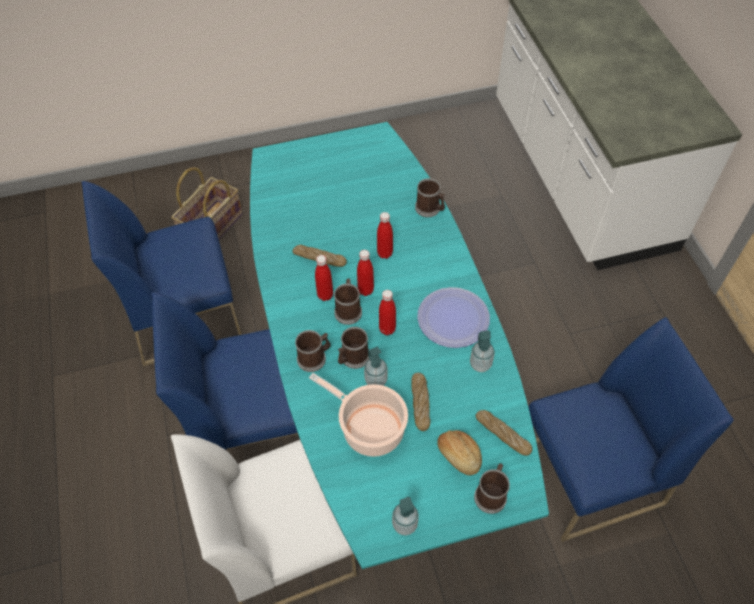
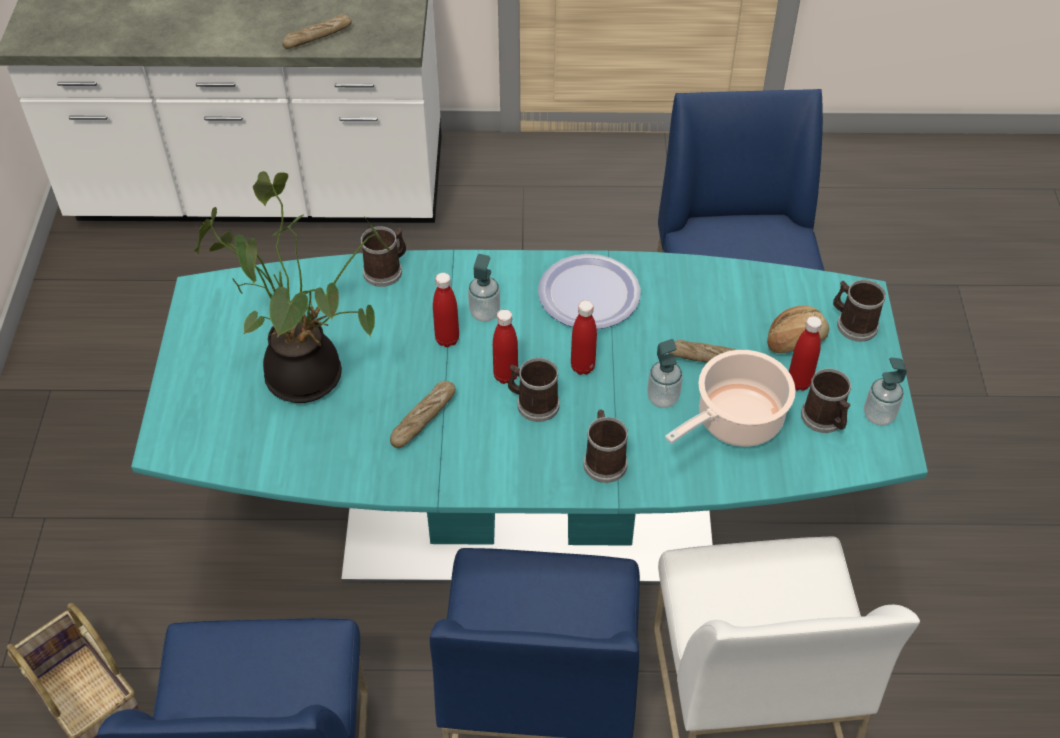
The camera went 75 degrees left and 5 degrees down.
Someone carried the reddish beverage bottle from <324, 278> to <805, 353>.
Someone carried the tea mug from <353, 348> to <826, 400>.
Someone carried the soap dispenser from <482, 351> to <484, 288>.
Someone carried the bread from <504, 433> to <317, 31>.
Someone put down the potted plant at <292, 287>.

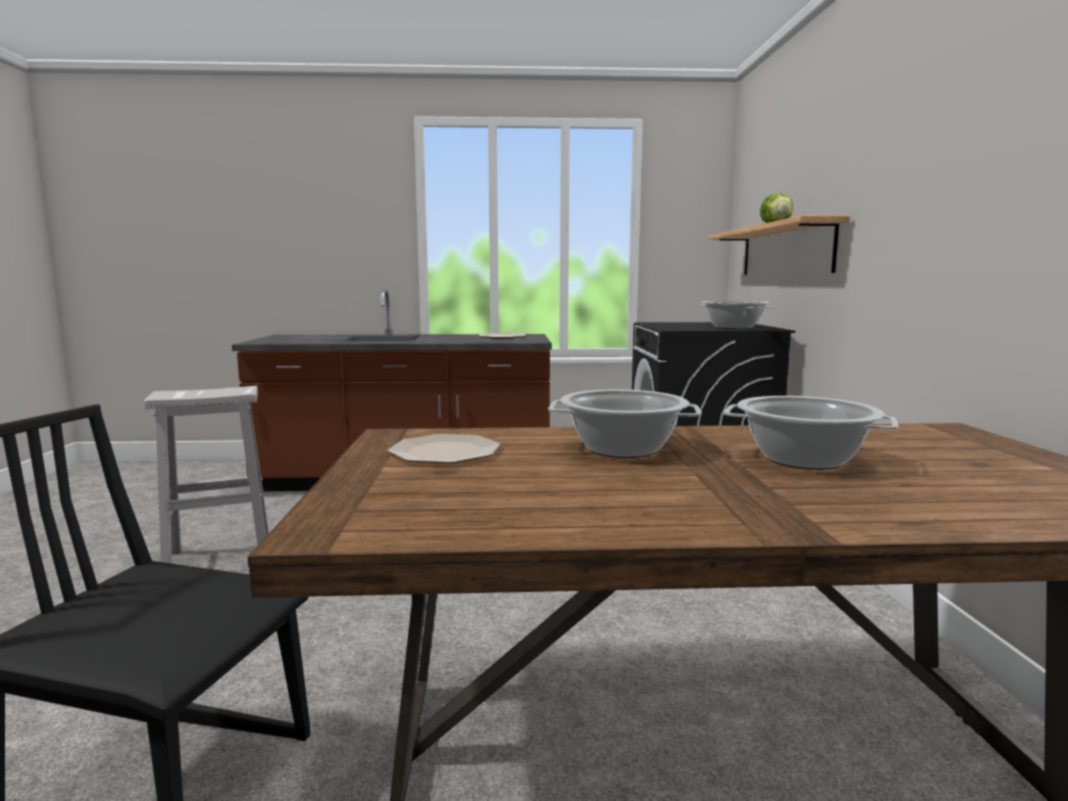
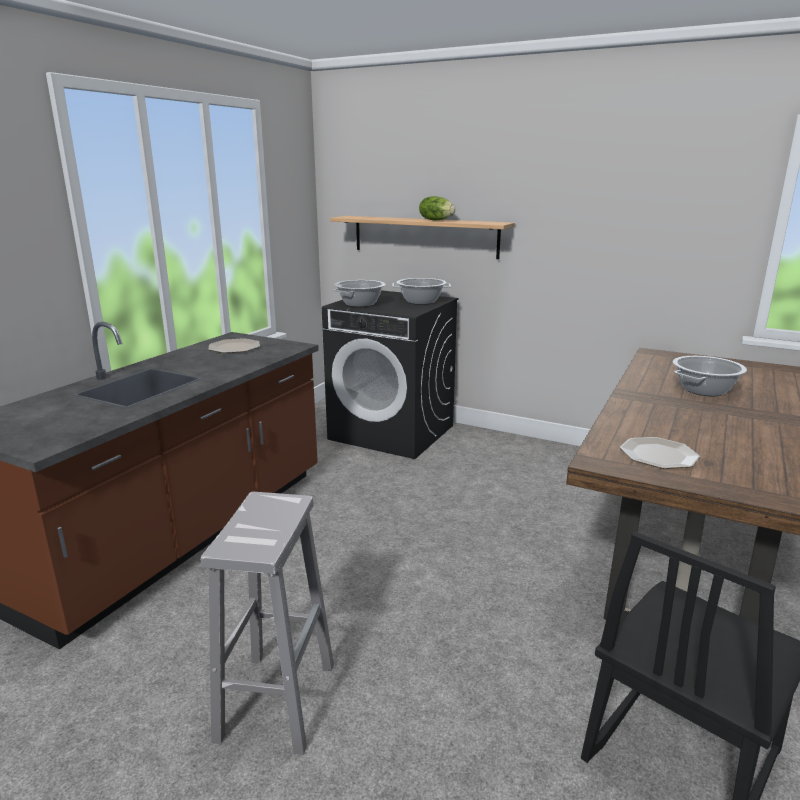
The camera went 60 degrees left and 10 degrees up.
Someone carried the stockpot from <625, 423> to <359, 293>.

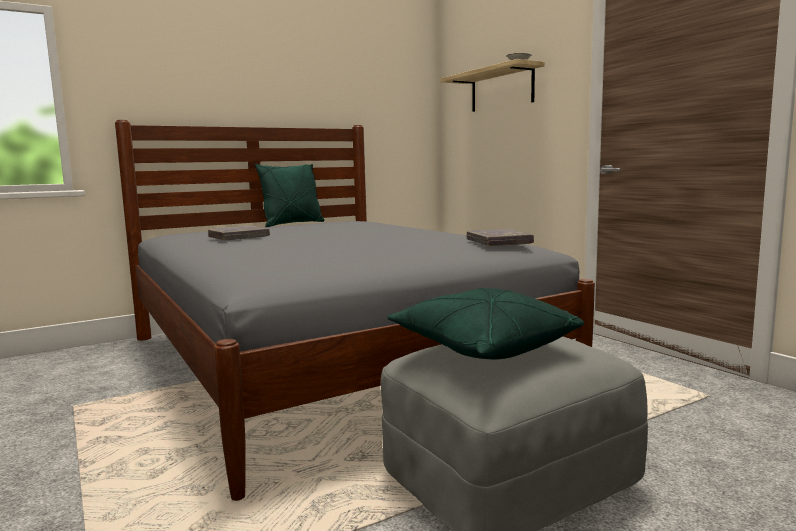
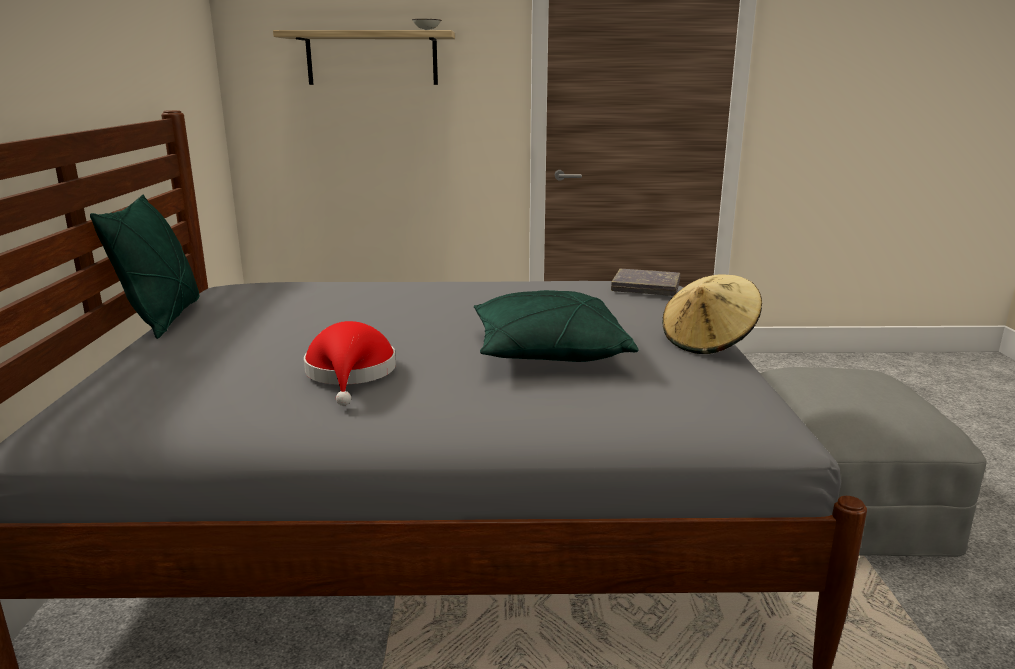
The camera went 60 degrees left and 10 degrees up.
Someone swapped the greyish book at <239, 233> for the reddish clothing hat at <350, 363>.
Someone carried the green pillow from <486, 323> to <556, 326>.
Someone put down the beige clothing hat at <712, 314>.

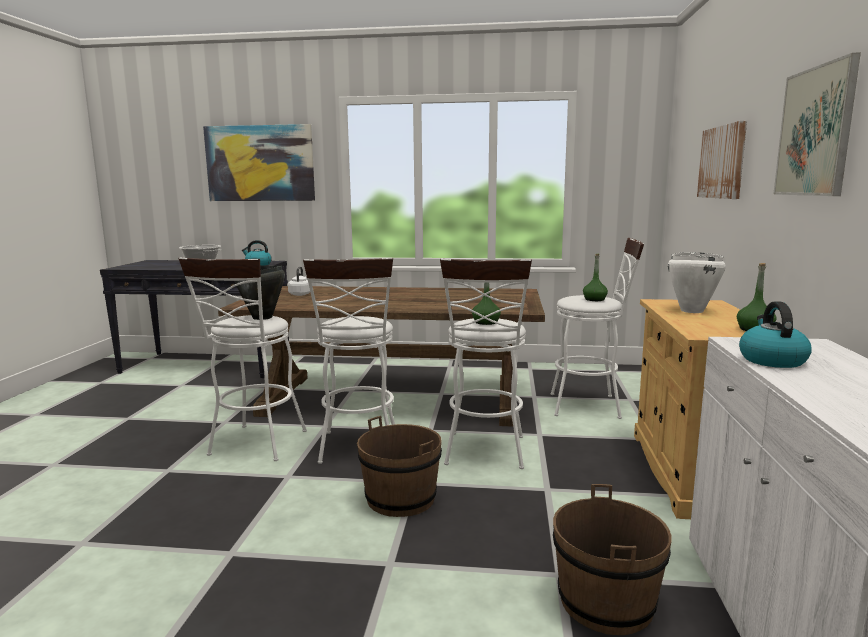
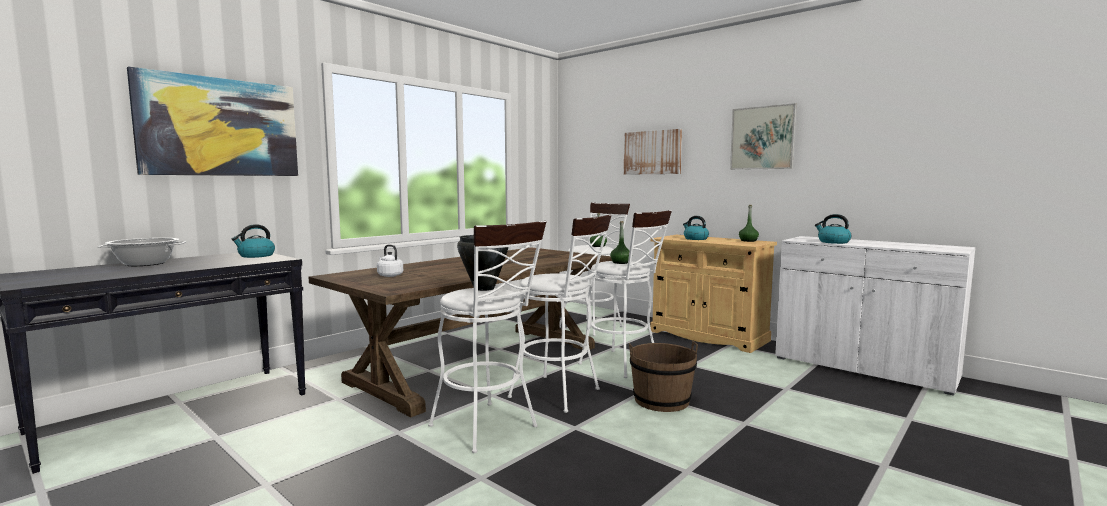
The camera went 55 degrees left and 5 degrees down.
Someone swapped the white stockpot at <697, 282> for the kettle at <696, 228>.
Someone took away the brown-coloured bucket at <612, 559>.

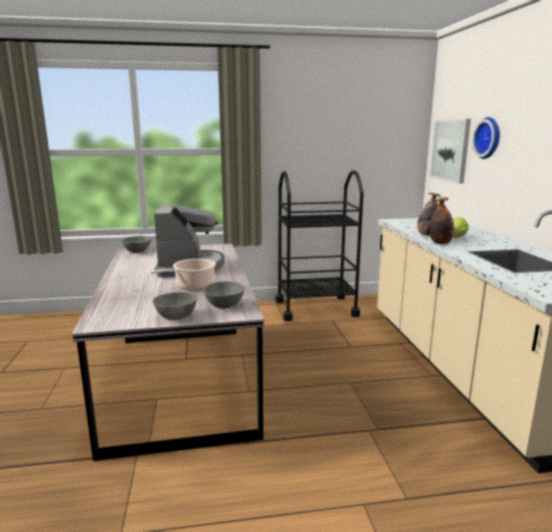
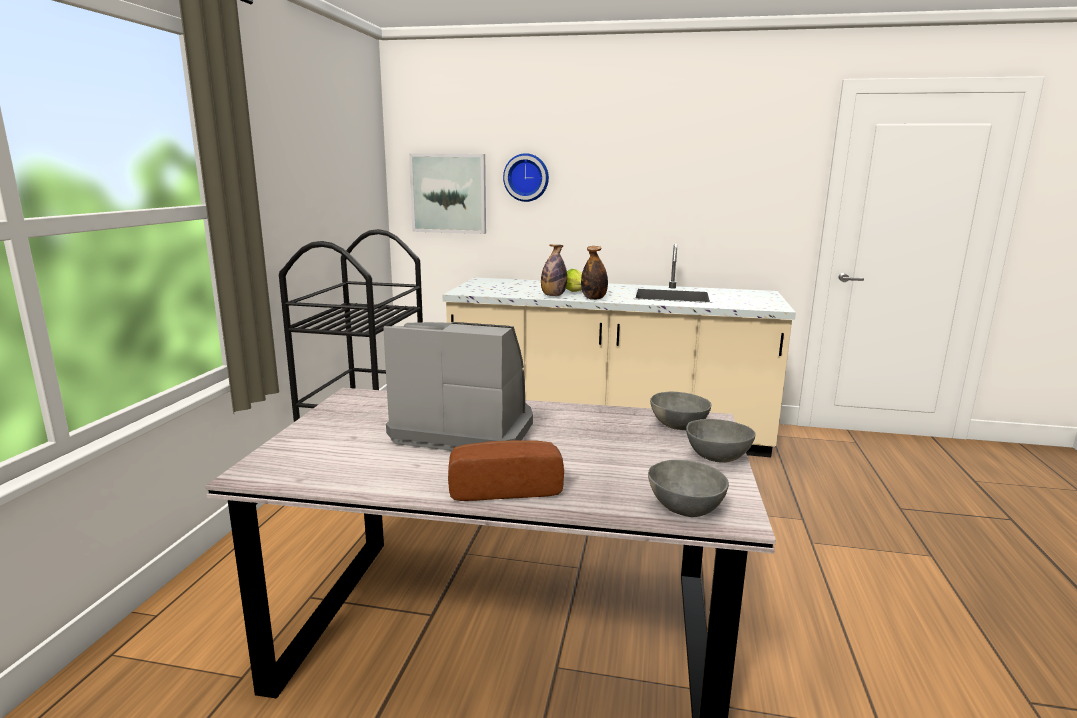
The camera went 70 degrees left and 0 degrees up.
Someone carried the greyish deep dish from <136, 244> to <688, 488>.
Someone took away the stockpot at <183, 275>.
Someone put down the bread at <506, 470>.

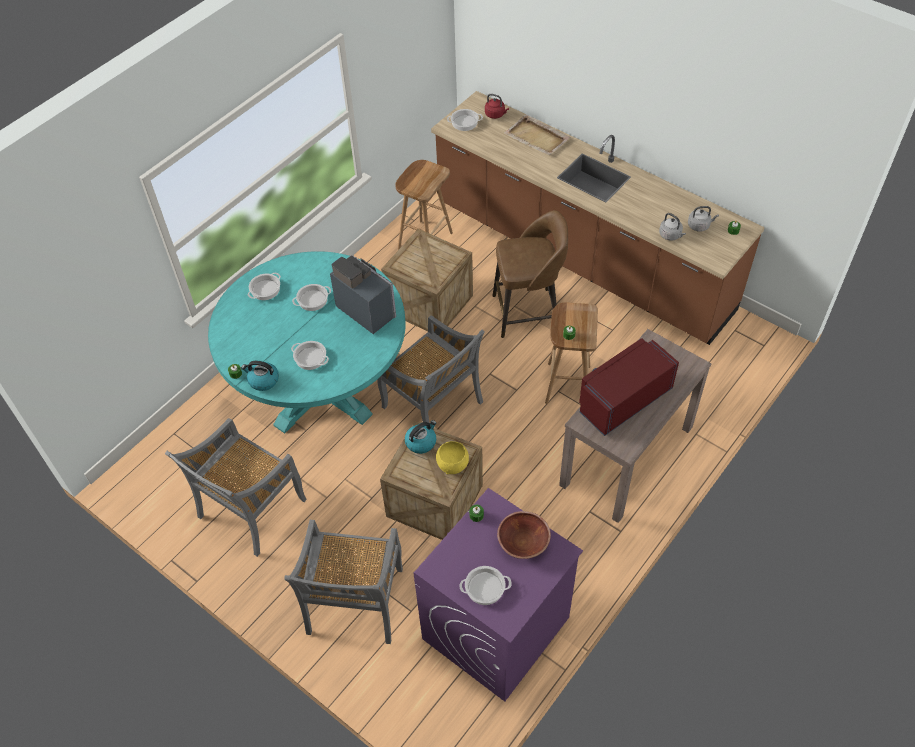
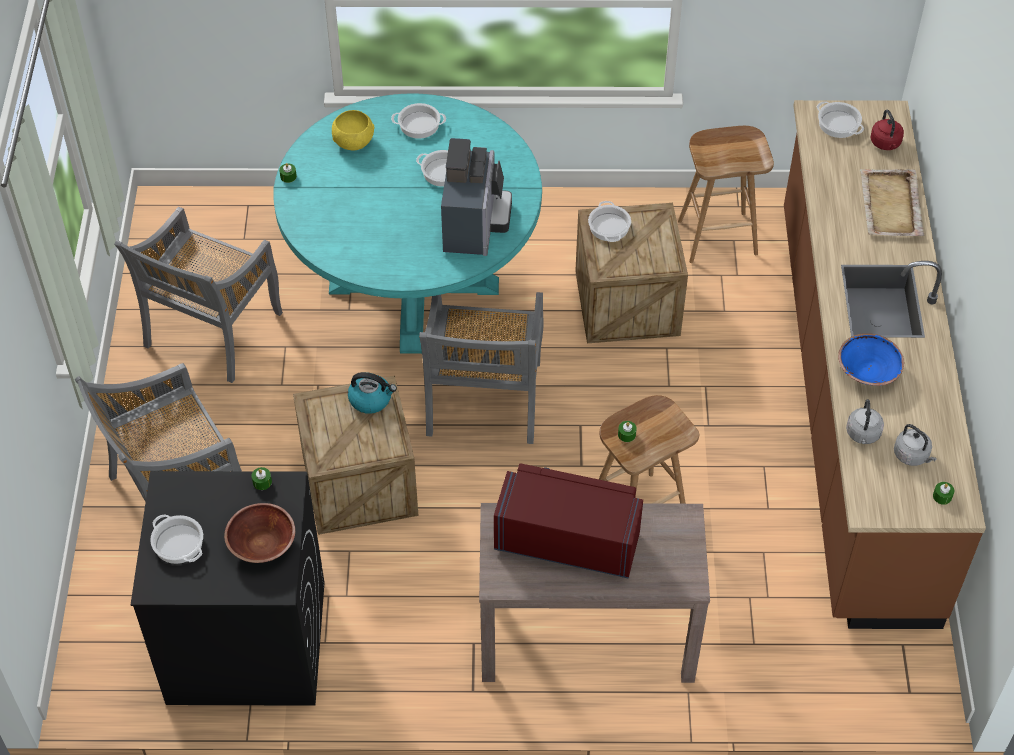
The camera went 50 degrees right and 0 degrees up.
Someone took away the brown-coloured sitting stool at <530, 274>.
Someone carried the stockpot from <310, 355> to <609, 221>.
Someone took away the kettle at <260, 376>.
Someone rotated the greyish chair at <236, 487> by 60 degrees counterclockwise.
Someone carried the yellow-coloured deep dish from <452, 458> to <353, 130>.
Someone repainted the purplish washing machine at <498, 595>, which became the black washing machine at <227, 588>.
Someone put down the blue-coloured deep dish at <871, 359>.

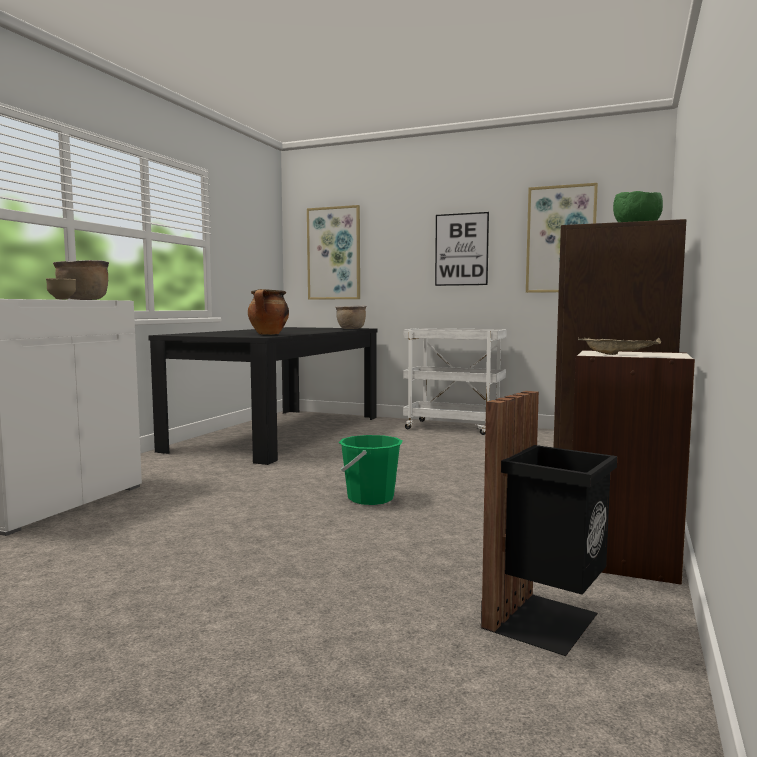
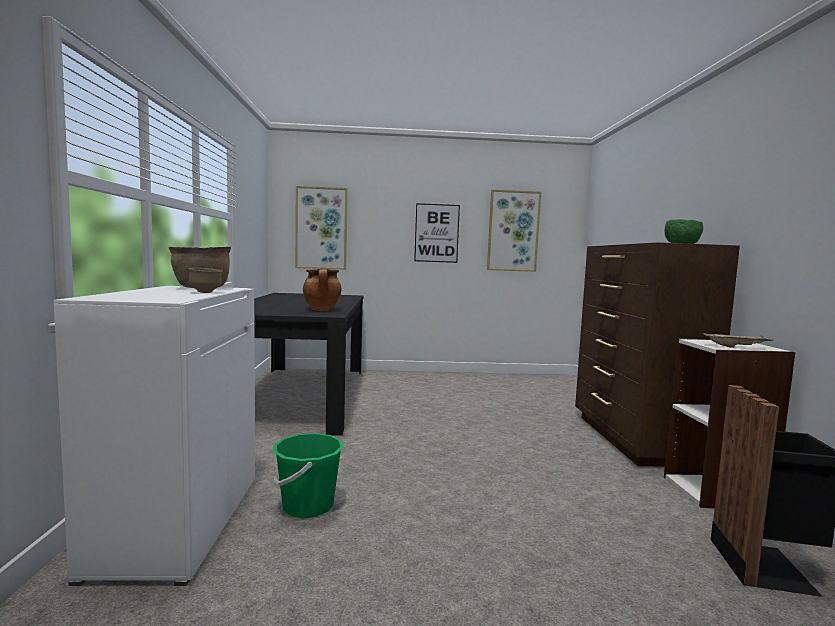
The camera went 25 degrees left and 0 degrees up.
Someone took away the brown-coloured stockpot at <350, 317>.
Someone took away the white cart at <455, 381>.
Someone carried the green bucket from <371, 470> to <308, 476>.

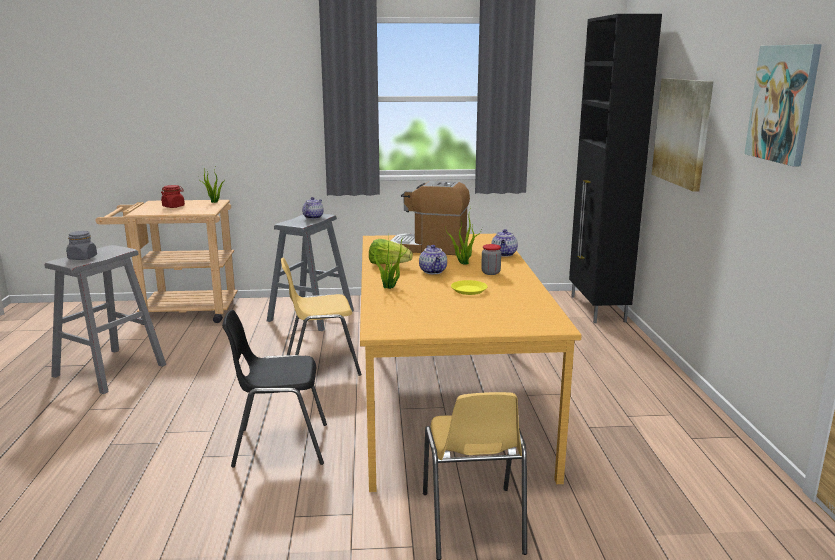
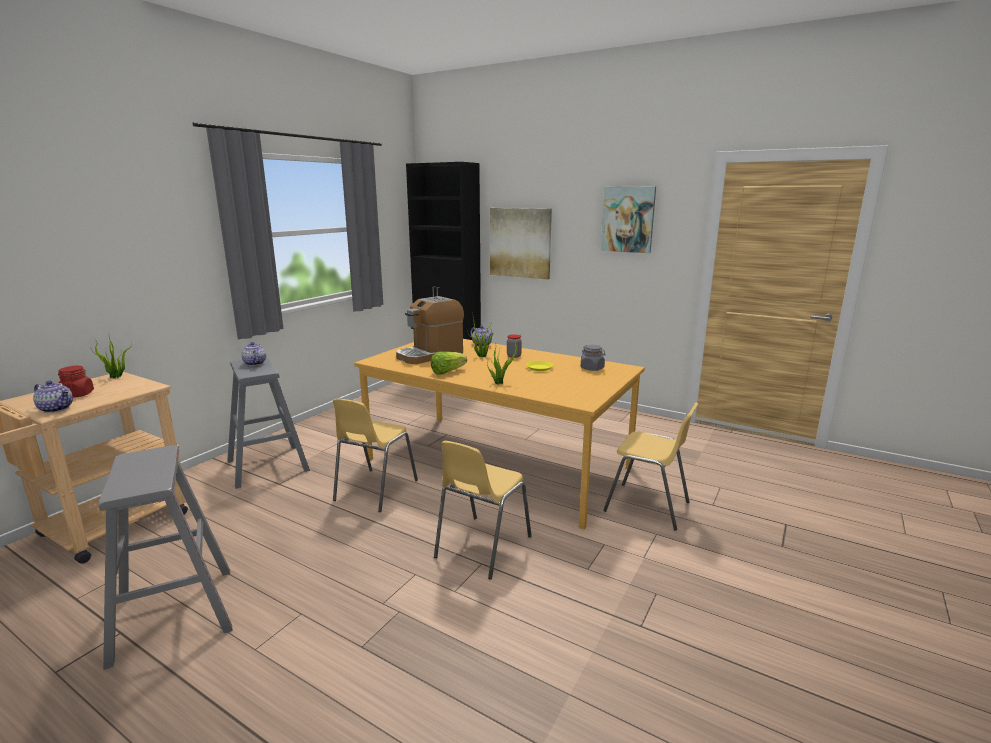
The camera went 55 degrees left and 0 degrees up.
Someone carried the greyish preserve jar from <81, 245> to <593, 358>.
Someone carried the pot for tea from <433, 259> to <53, 397>.
Someone repainted the black chair at <274, 389>, which became the yellow-coloured chair at <483, 510>.

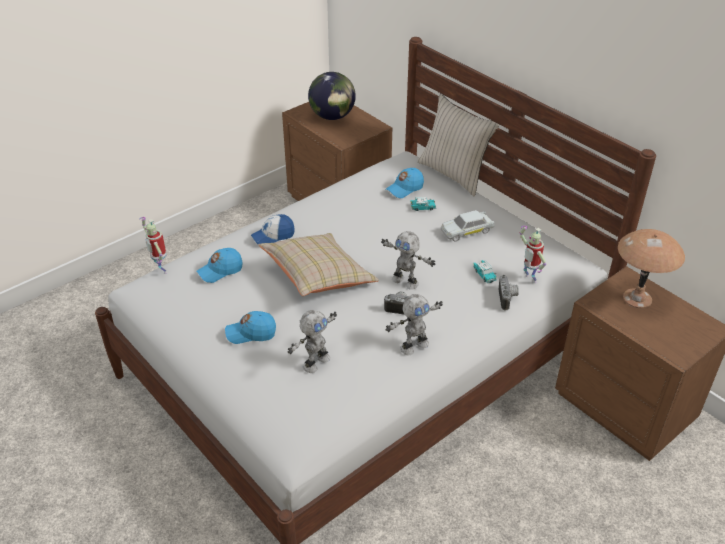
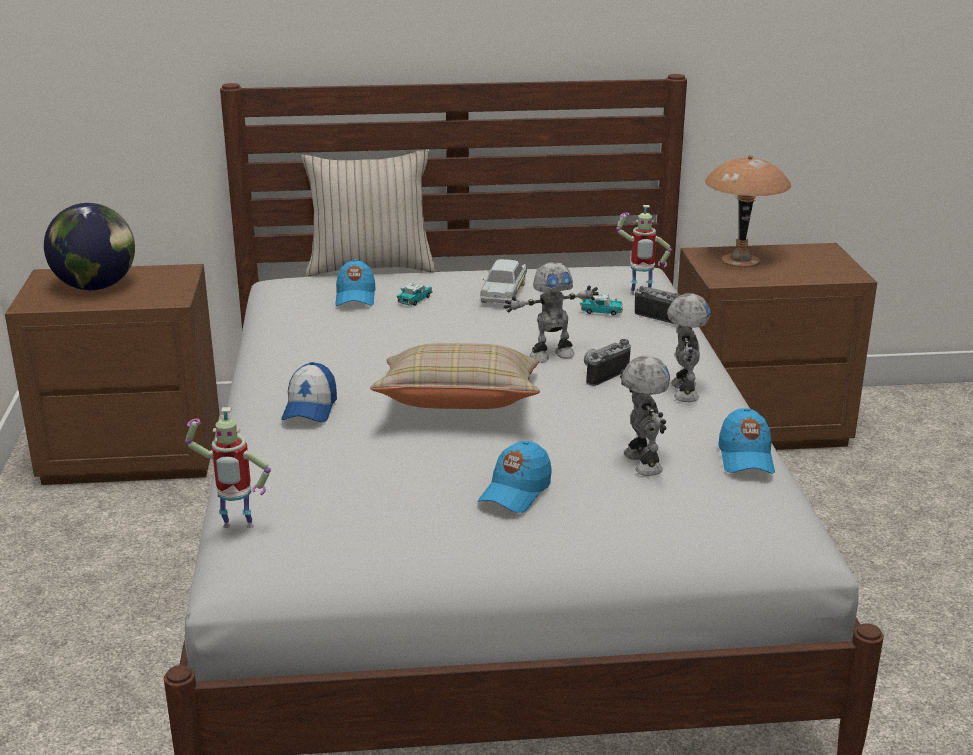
The camera went 55 degrees left and 15 degrees down.
Someone carried the blue-coloured cap from <219, 265> to <746, 441>.

